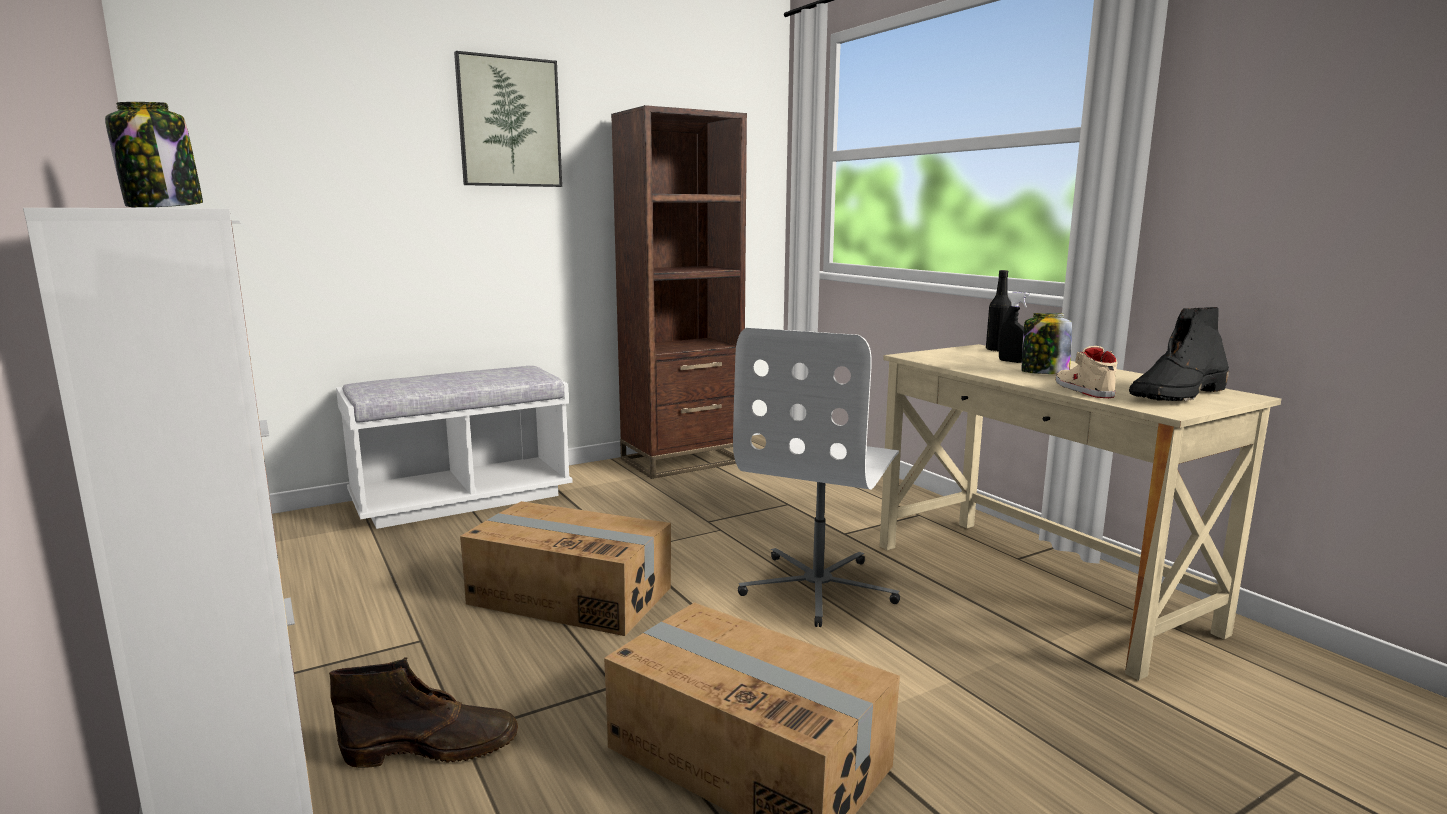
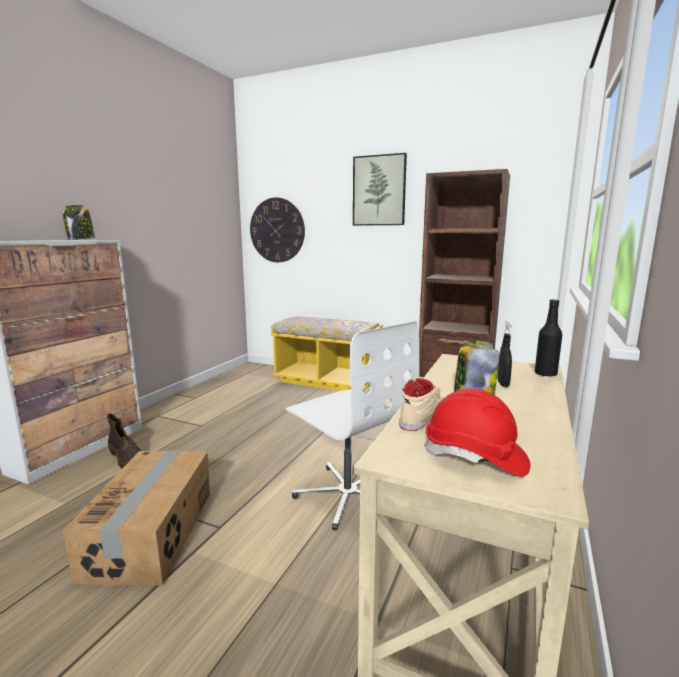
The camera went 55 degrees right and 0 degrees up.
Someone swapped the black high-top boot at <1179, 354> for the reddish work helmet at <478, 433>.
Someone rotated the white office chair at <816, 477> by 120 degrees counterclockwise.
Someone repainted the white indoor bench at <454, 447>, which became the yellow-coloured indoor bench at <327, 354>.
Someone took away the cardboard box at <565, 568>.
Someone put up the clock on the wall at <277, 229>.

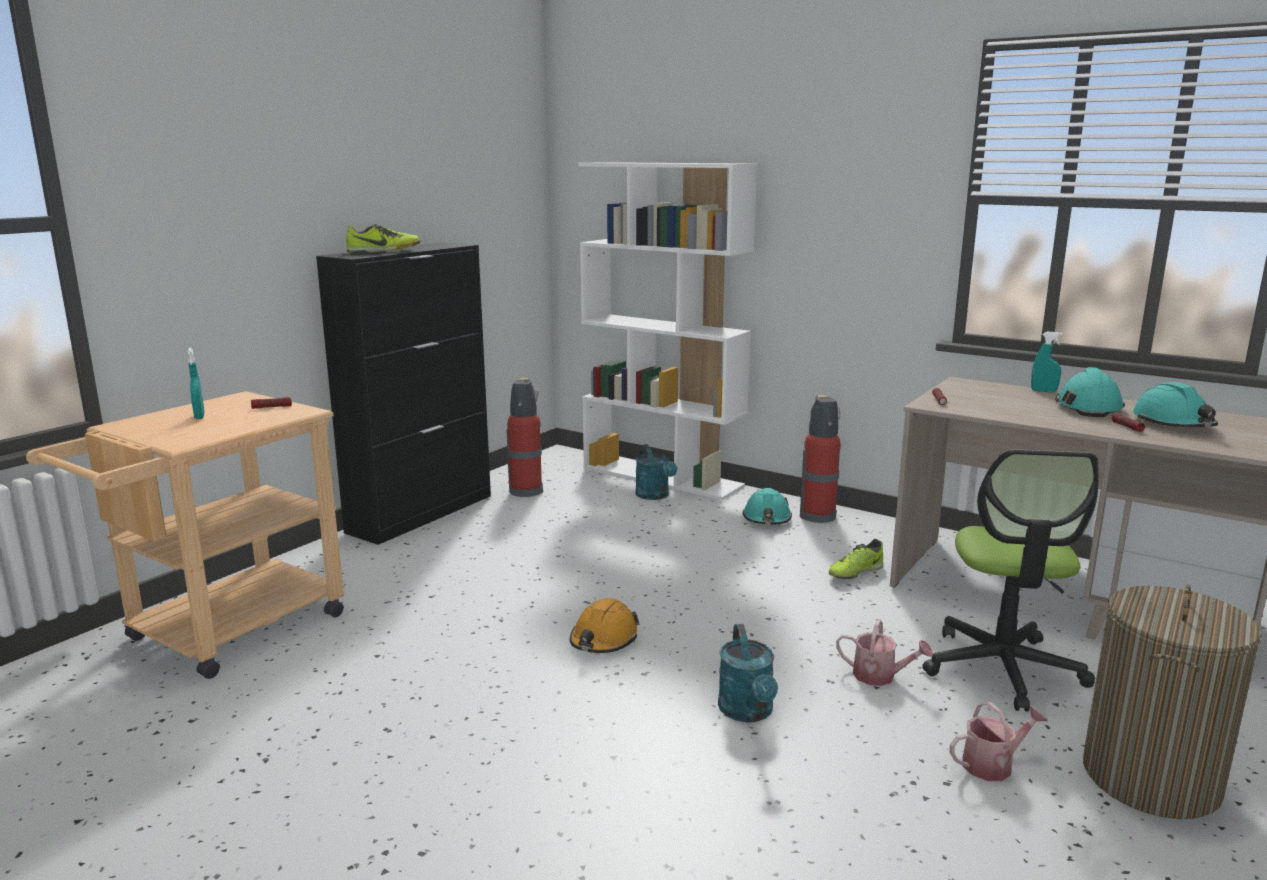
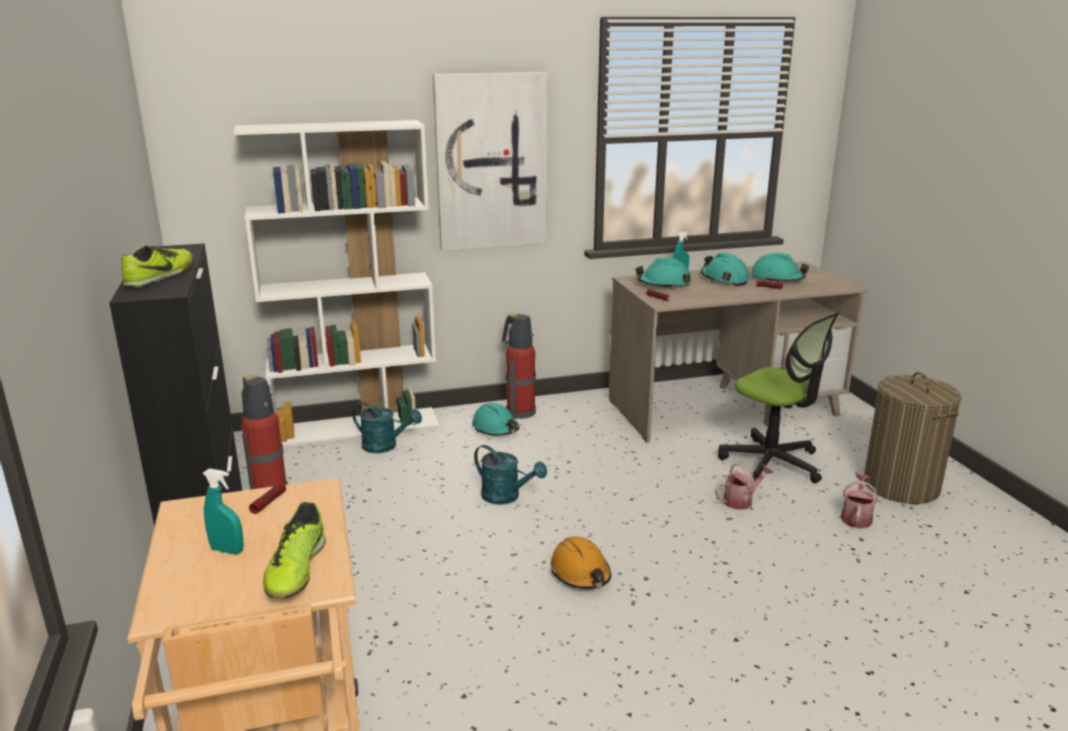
The camera went 50 degrees left and 5 degrees up.
Someone carried the shoe from <856, 559> to <294, 550>.
Someone carried the turquoise-coloured watering can from <748, 673> to <510, 475>.
Someone put up the wall art at <490, 161>.
Someone put down the turquoise-coloured work helmet at <663, 273>.

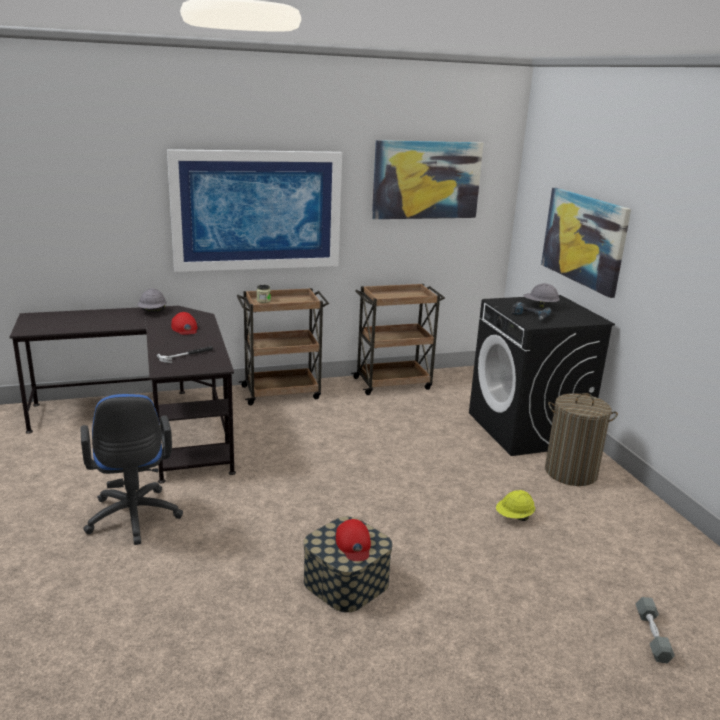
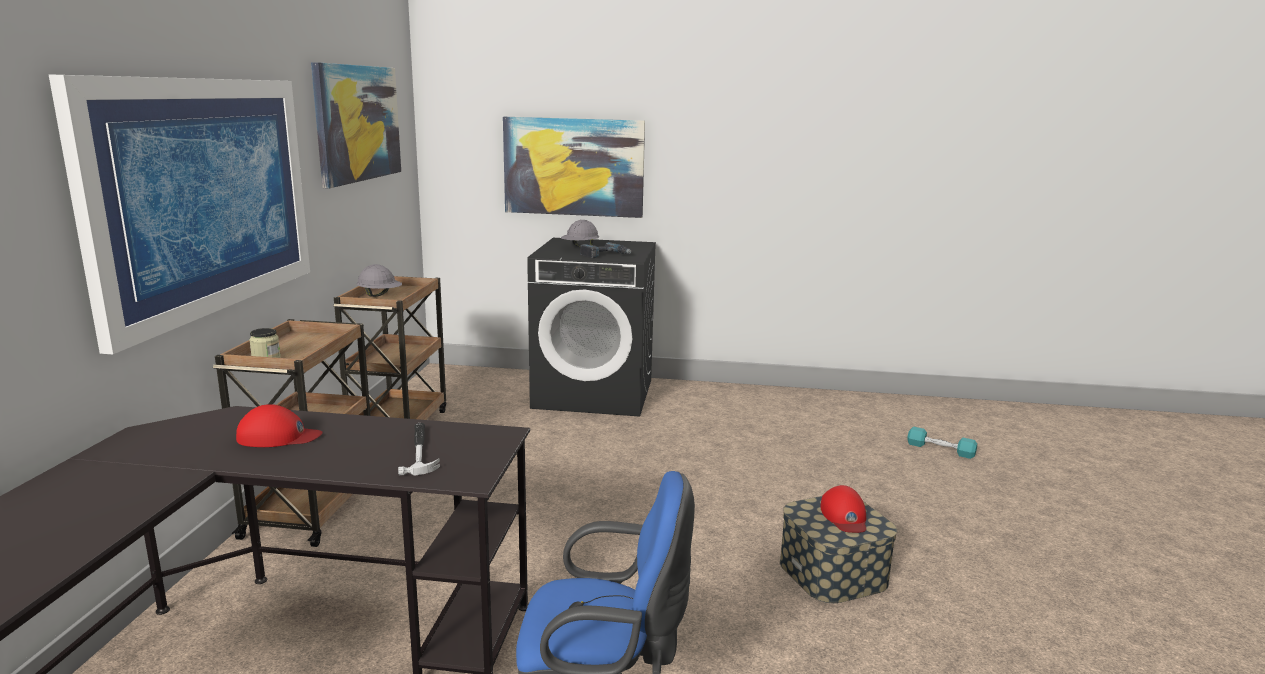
The camera went 65 degrees left and 5 degrees down.
Someone carried the greyish work helmet from <152, 300> to <379, 280>.
Someone took away the laundry basket at <581, 439>.
Someone took away the yellow-coloured work helmet at <515, 505>.
Someone rotated the reddish cap at <353, 540> by 75 degrees clockwise.
Someone repainted the greyish hand weight at <655, 630>, which became the turquoise-coloured hand weight at <942, 443>.

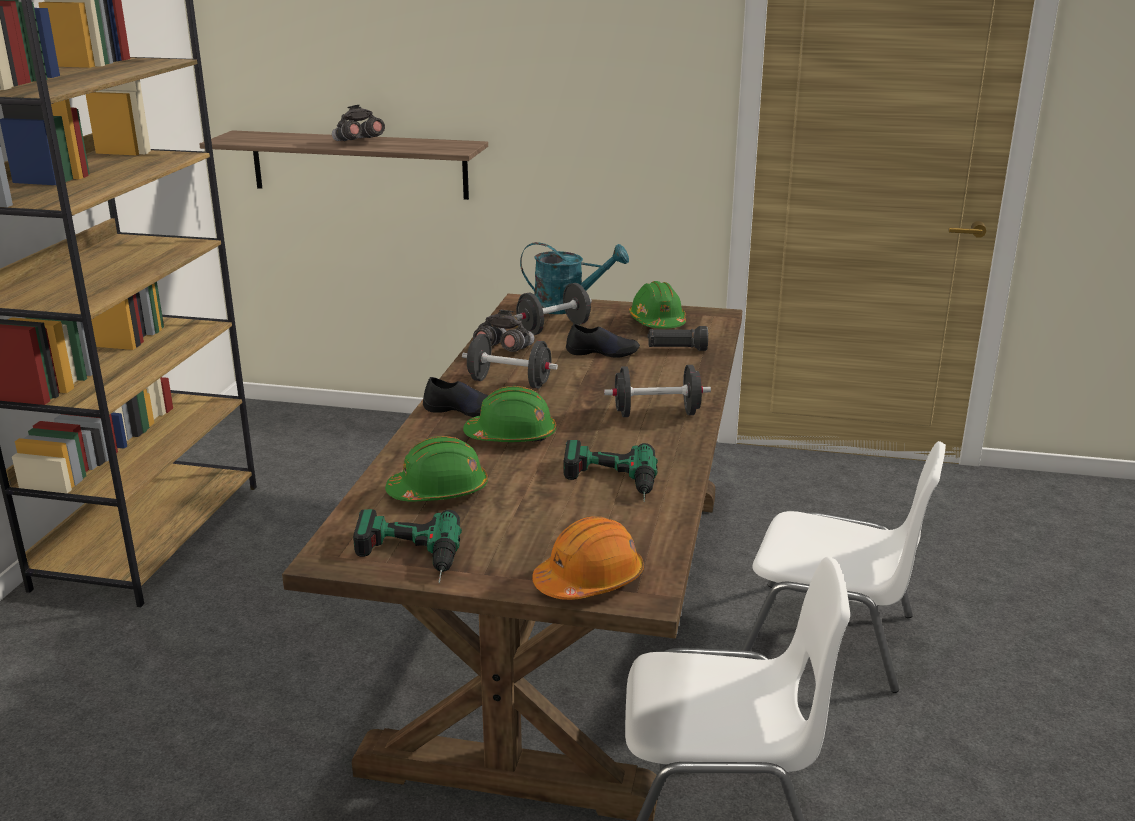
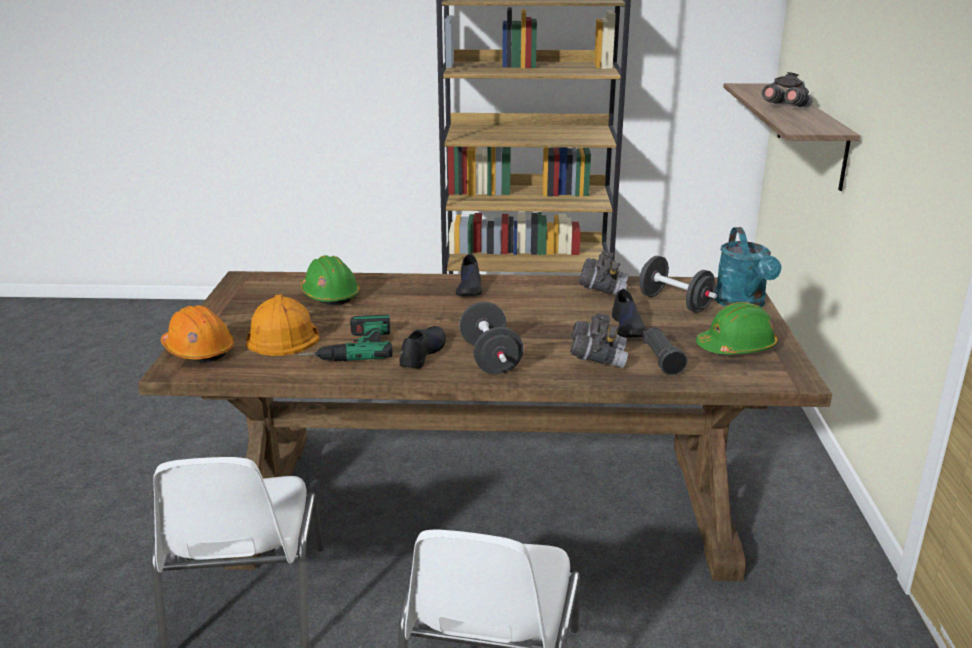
The camera went 80 degrees right and 0 degrees up.
Someone took away the black hand weight at <510, 361>.
Someone took away the green work helmet at <509, 414>.
Someone took away the electric drill at <407, 546>.
Someone put down the orangey work helmet at <282, 325>.
Someone put down the greyish pair of binoculars at <599, 341>.
Someone put down the black shoe at <422, 347>.

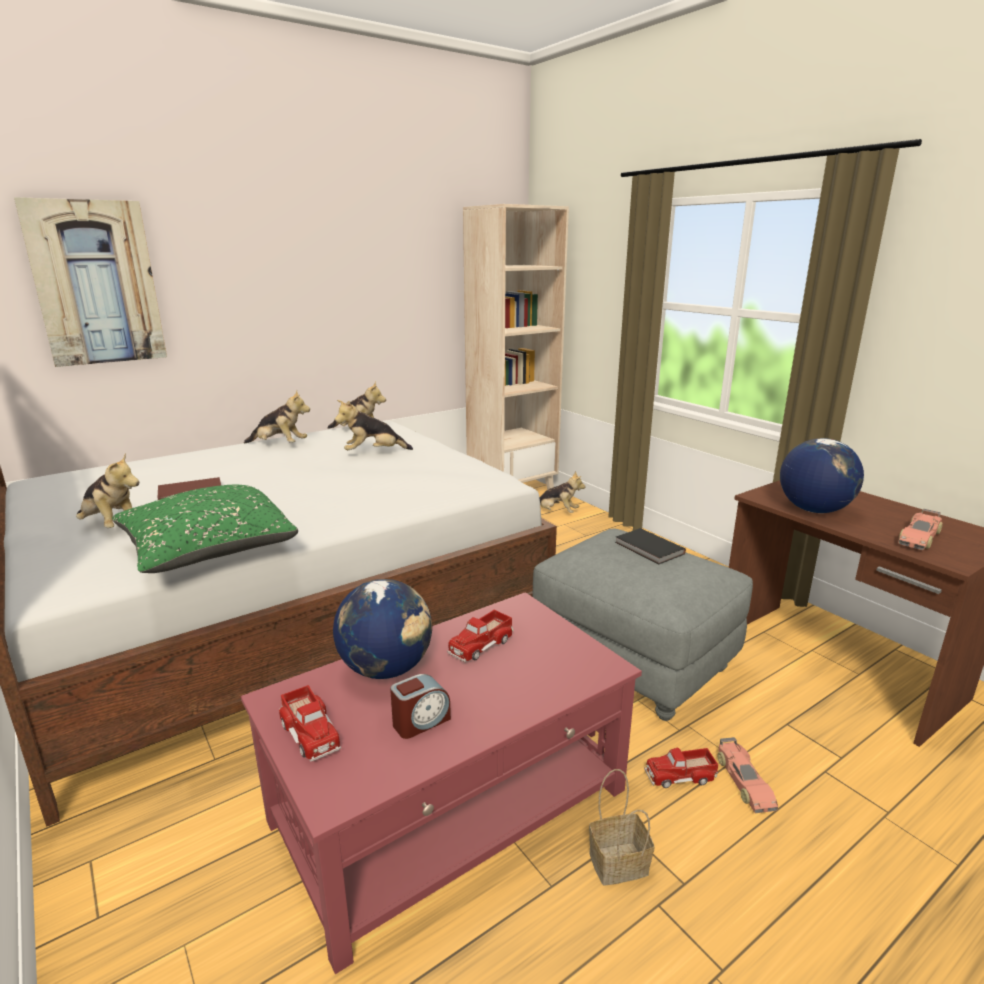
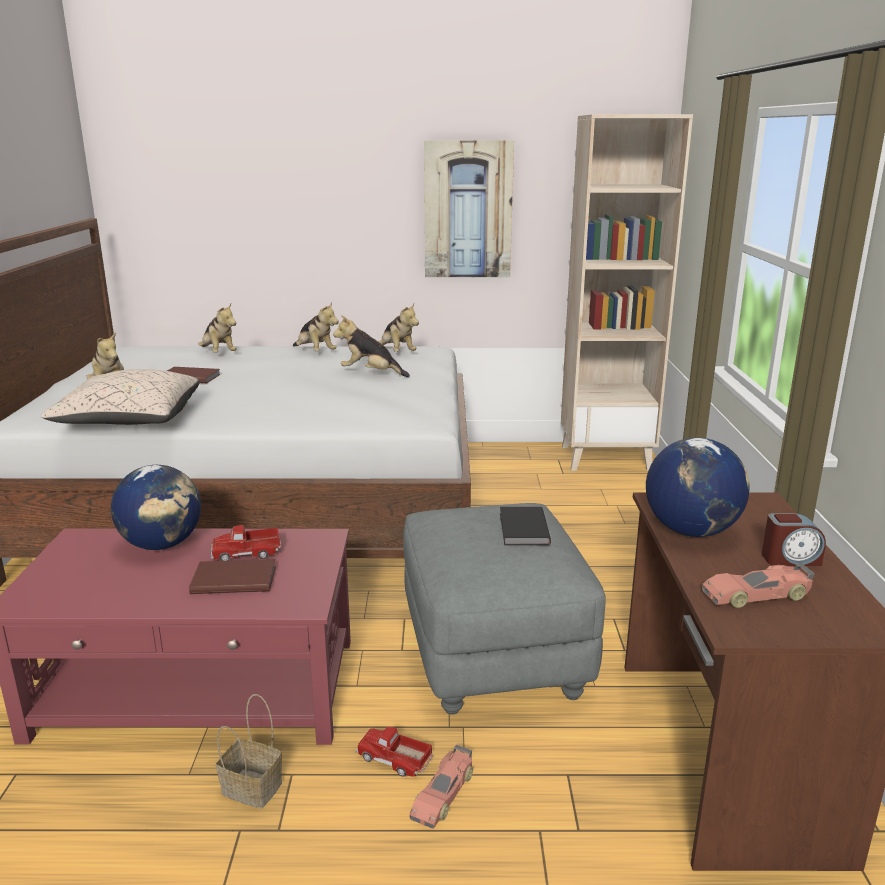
The camera went 35 degrees right and 0 degrees up.
Someone carried the wall art from <90, 282> to <469, 208>.
Someone carried the plush toy from <562, 492> to <217, 328>.
Someone repainted the green pillow at <205, 529>, which became the beige pillow at <120, 397>.
Someone carried the alarm clock from <420, 706> to <794, 539>.
Someone took away the toy truck at <310, 723>.
Someone put down the brown-coloured book at <232, 576>.

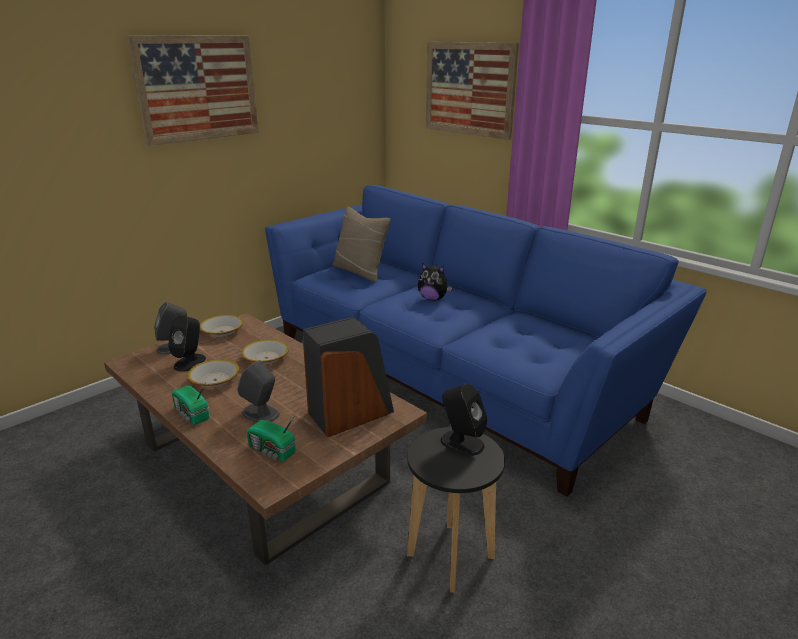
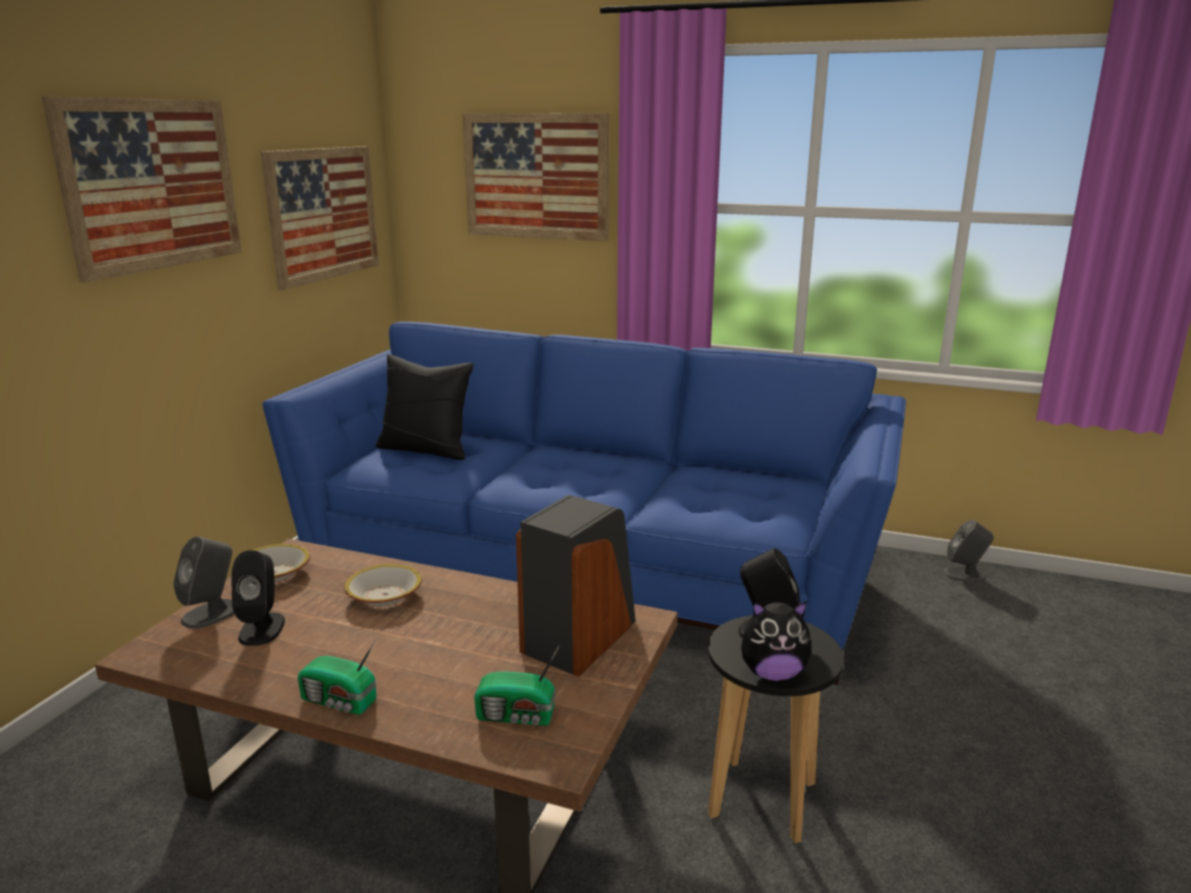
The camera went 25 degrees left and 5 degrees down.
Someone repainted the beige pillow at <362, 244>, which became the black pillow at <425, 407>.
Someone carried the plush toy from <435, 282> to <776, 641>.
Someone took away the deep dish at <213, 373>.
Someone carried the greyish loudspeaker from <258, 391> to <969, 551>.
Someone put up the wall art at <320, 218>.

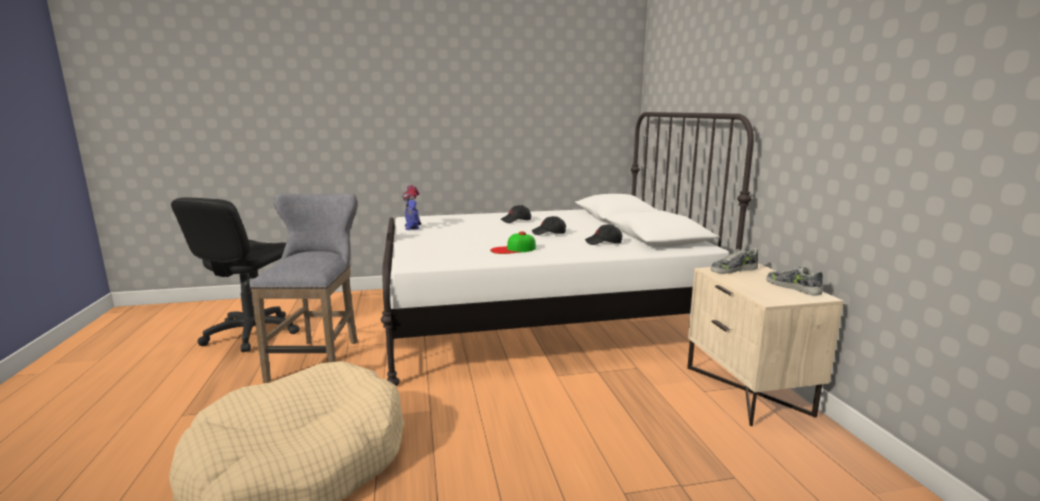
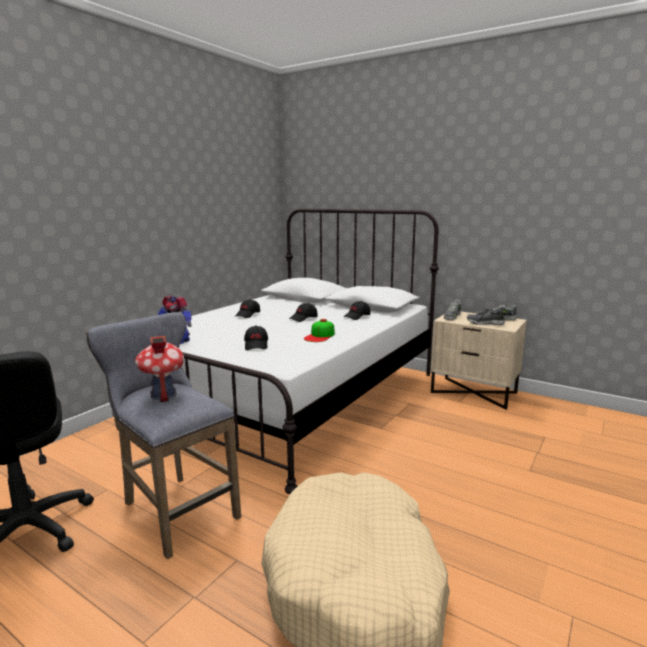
The camera went 45 degrees left and 0 degrees up.
Someone put down the shoe at <486, 317>.
Someone put down the black cap at <256, 337>.
Someone put down the miniature house at <159, 369>.

